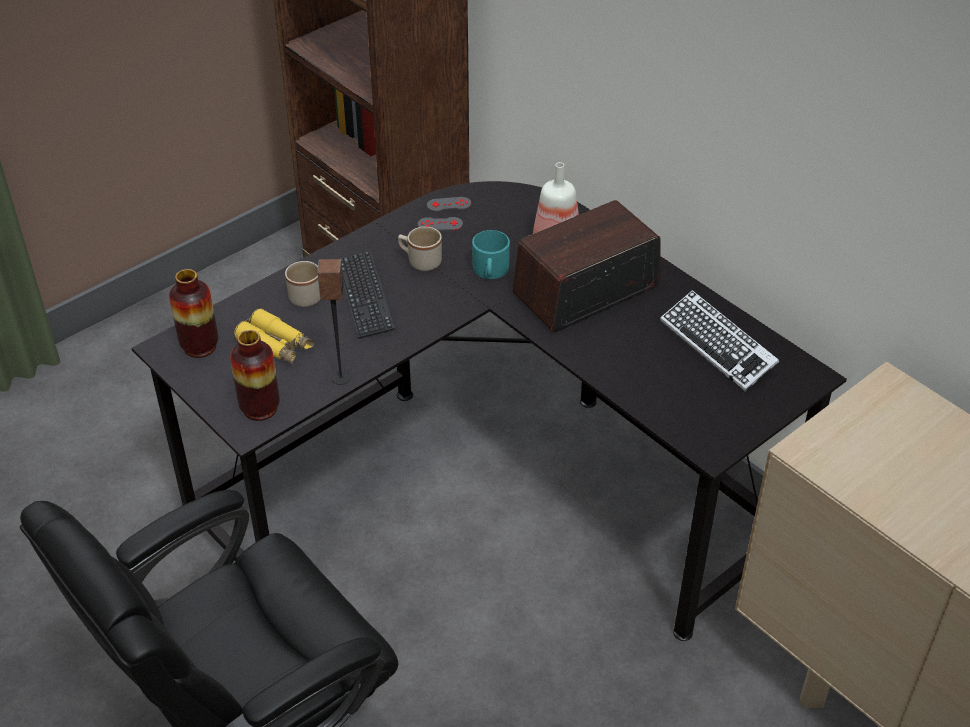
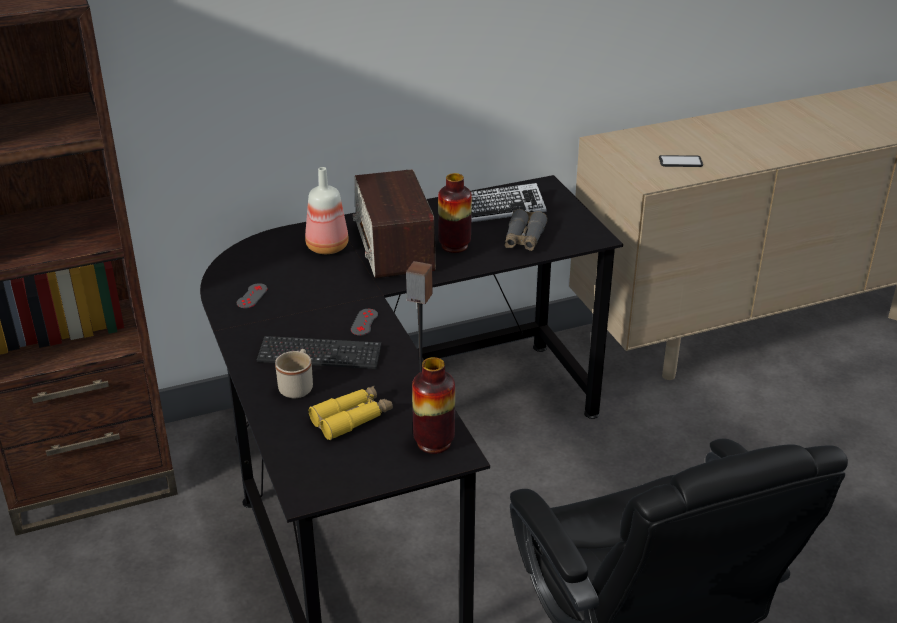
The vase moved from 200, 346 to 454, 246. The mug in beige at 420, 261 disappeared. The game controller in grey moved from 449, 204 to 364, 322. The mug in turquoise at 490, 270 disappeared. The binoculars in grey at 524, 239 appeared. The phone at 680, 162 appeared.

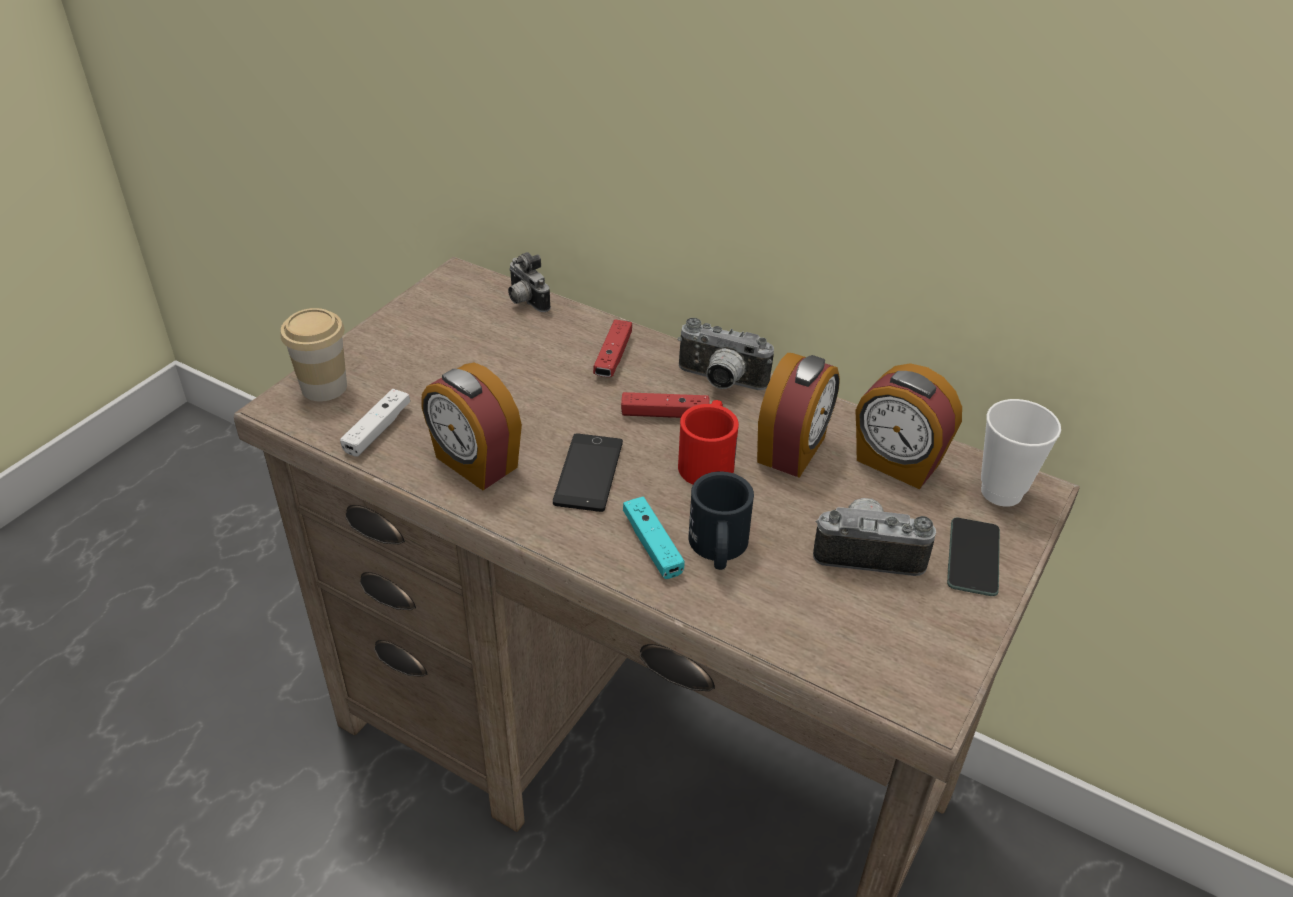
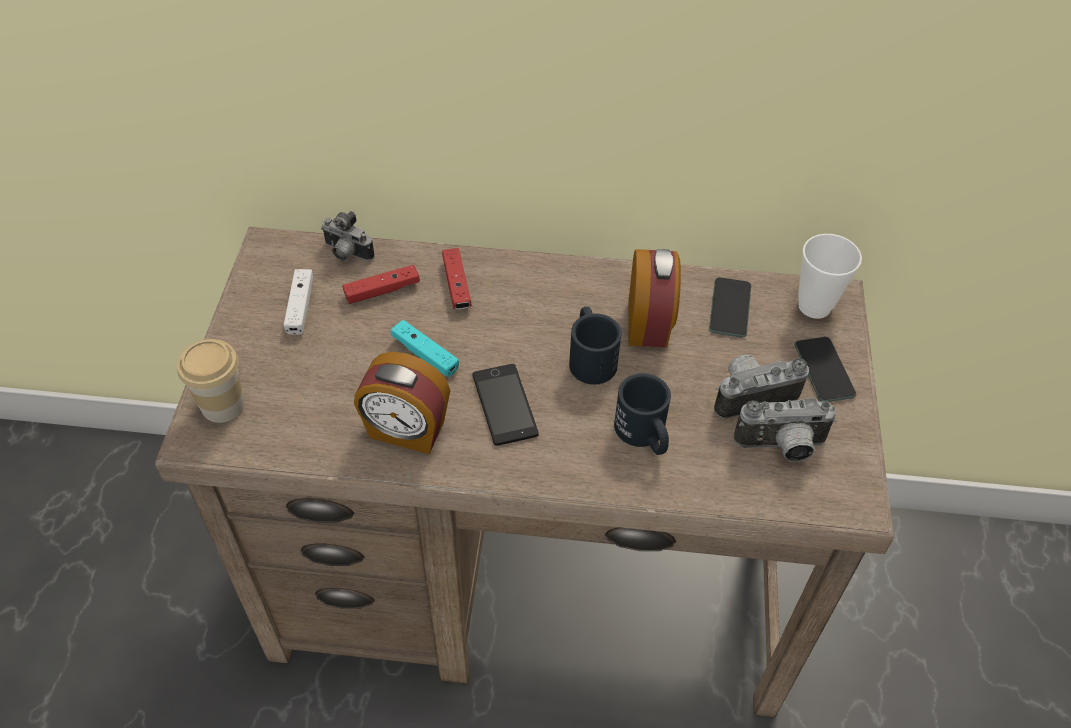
The game controller in white moved from 377, 430 to 300, 307. The game controller in red moved from 664, 413 to 382, 290. The game controller in turquoise moved from 652, 545 to 425, 354. The photo camera moved from 720, 382 to 782, 448. The mug in red at 708, 459 became the mug in black at 590, 357. The alarm clock at 897, 463 was replaced by the phone at 730, 308.

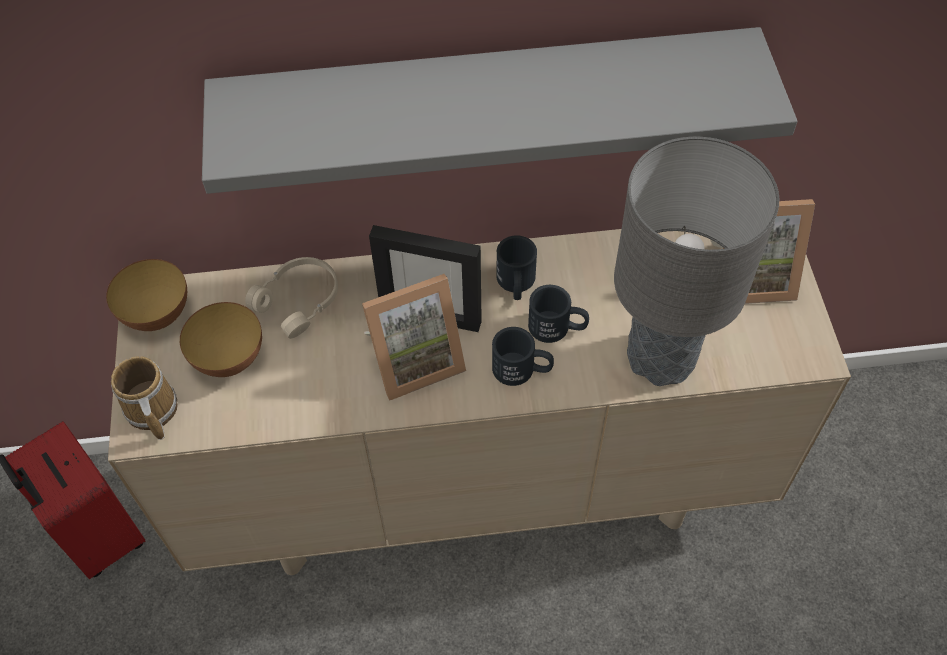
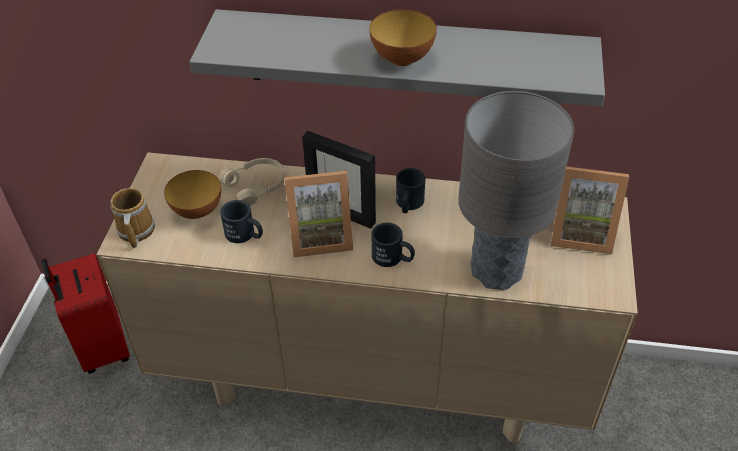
The bowl moved from 157, 315 to 402, 59. The mug in black moved from 557, 327 to 245, 235.

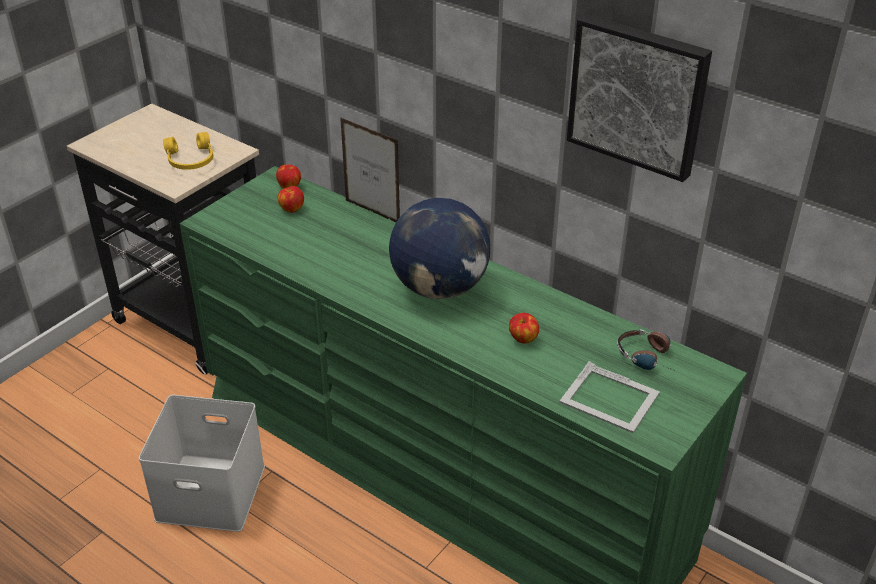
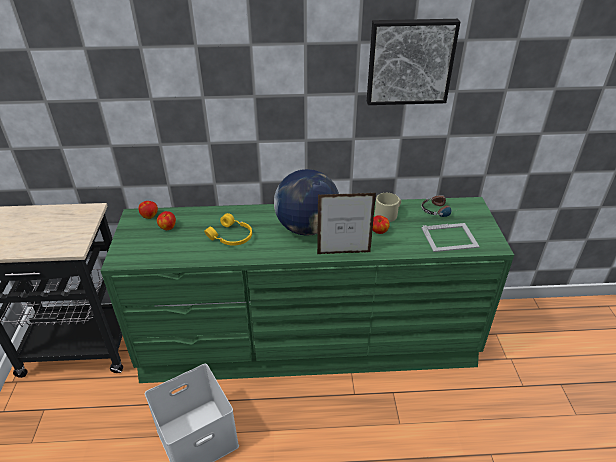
The headphones in yellow moved from 190, 160 to 231, 237. The picture frame moved from 372, 212 to 344, 253. The mug in beige at 388, 214 appeared.

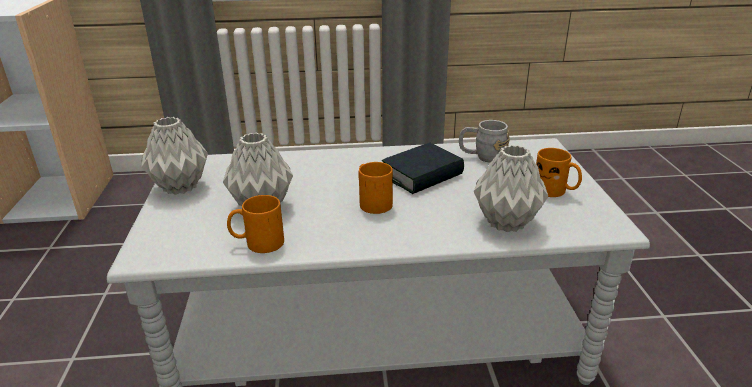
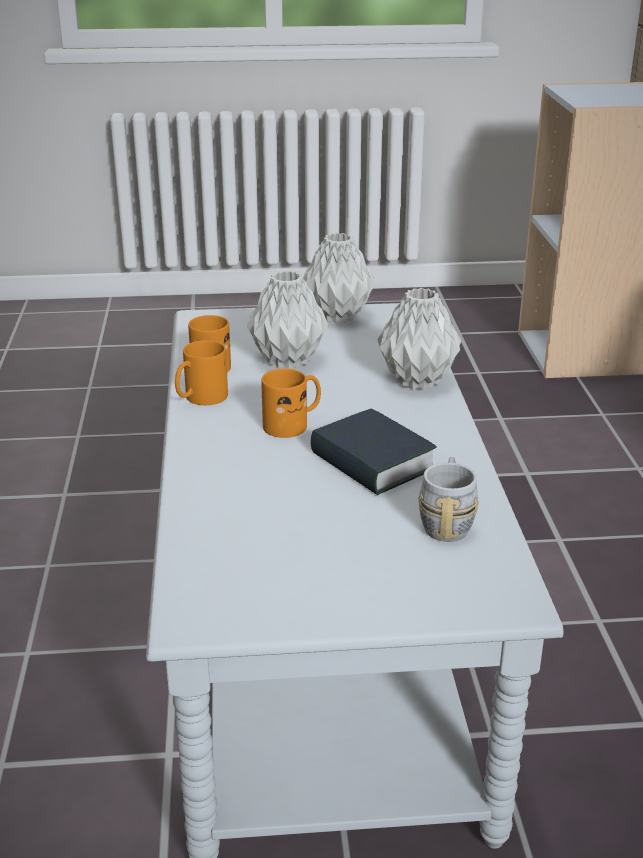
The vase in grey moved from 505, 223 to 416, 380. The mug in orange moved from 555, 191 to 200, 399.

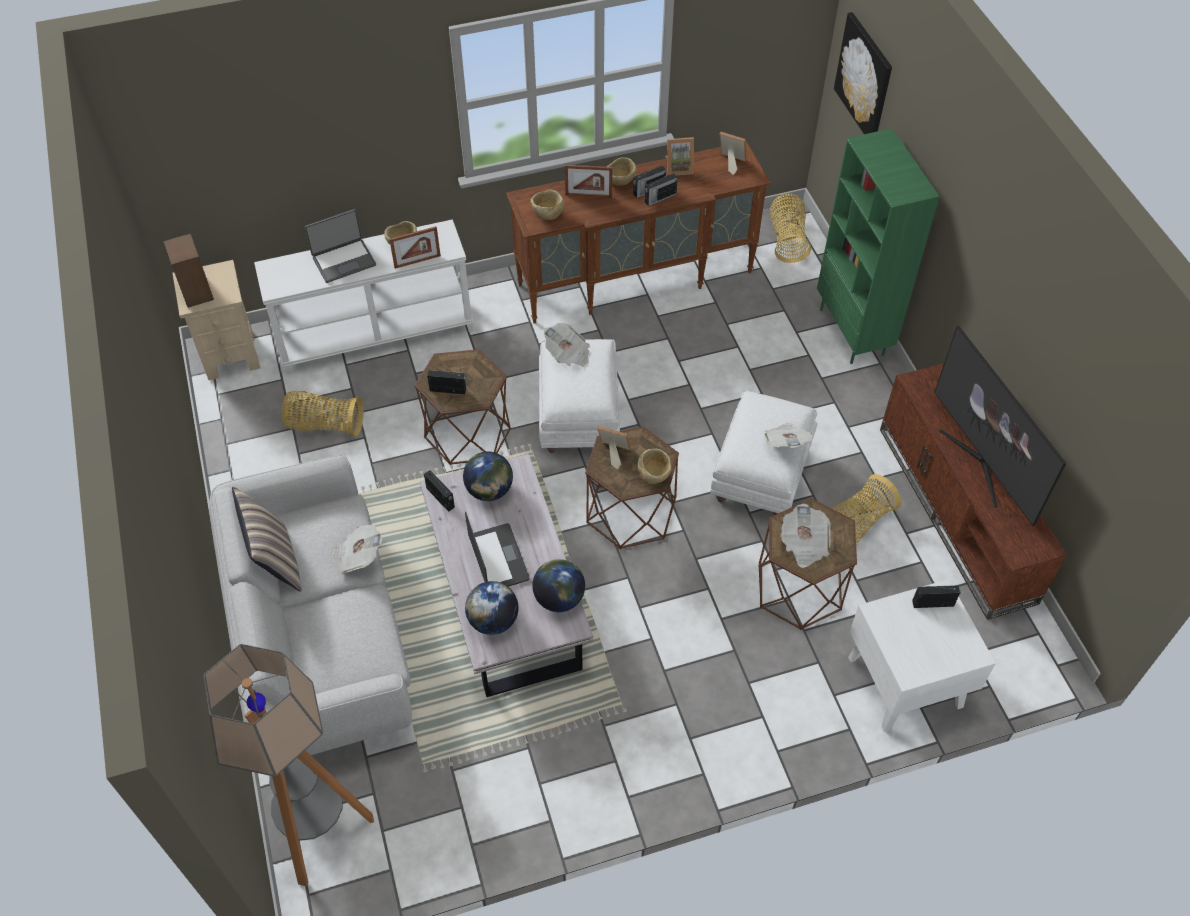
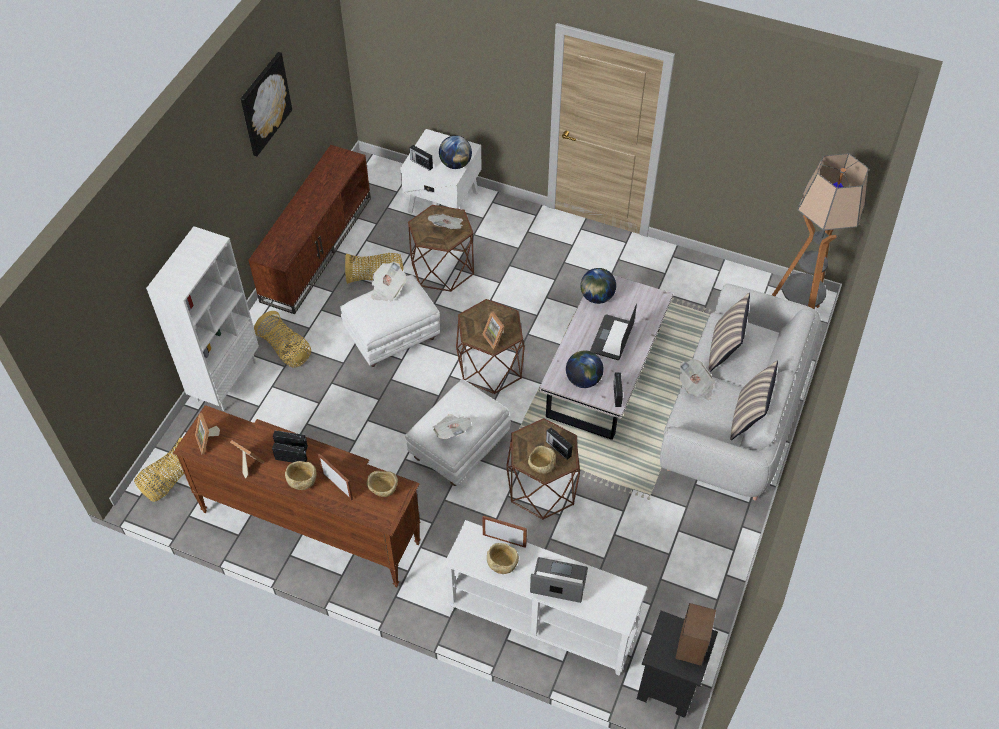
The nightstand in beige at 231, 356 became the nightstand in black at 668, 684. The basket moved from 324, 425 to 286, 350. The globe moved from 493, 620 to 455, 164. The bowl in beige moved from 654, 476 to 541, 466. The bookcase in green at 853, 332 became the bookcase in white at 226, 380. The picture moved from 864, 77 to 265, 103. The television at 981, 462 disappeared. The pillow at 724, 350 appeared.

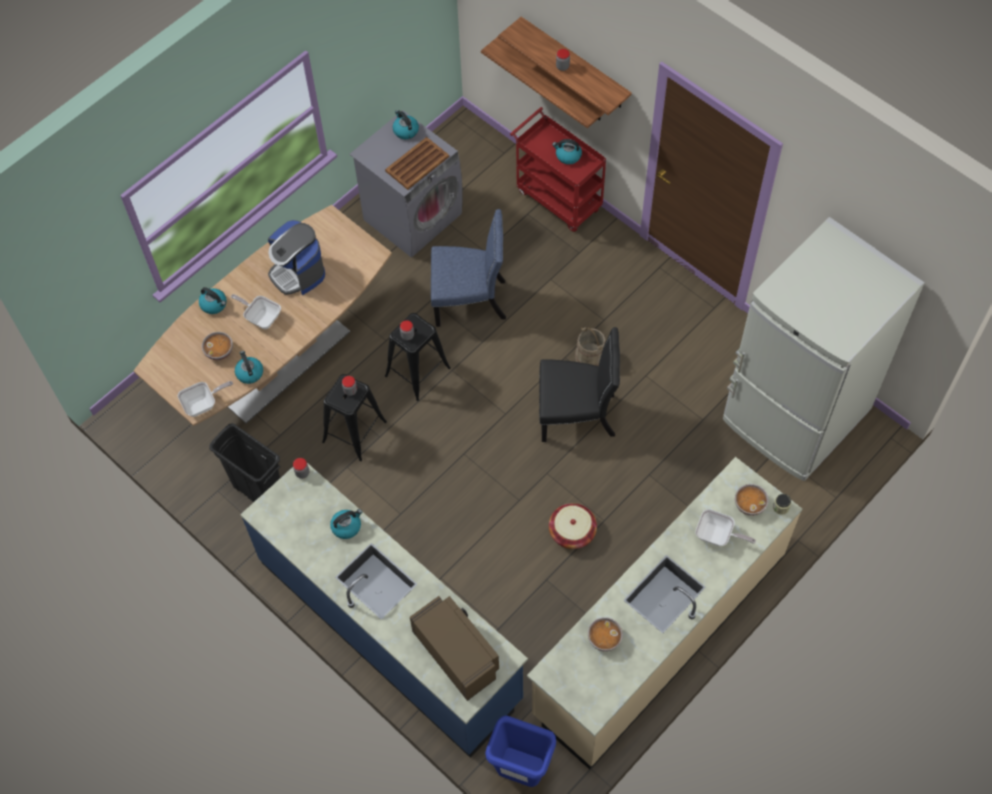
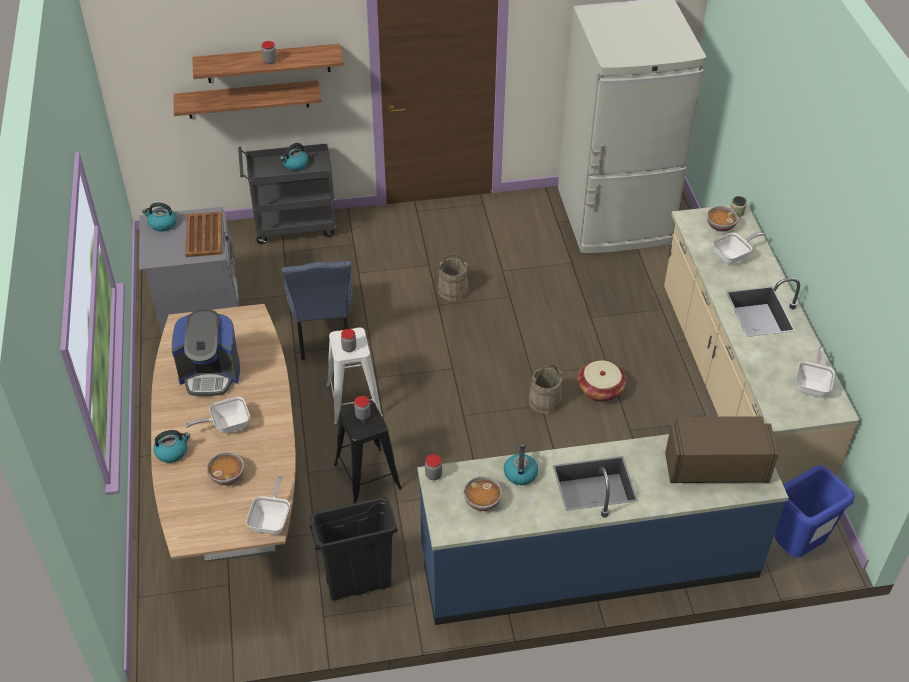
The kettle at 249, 373 disappeared. The stool in black at 418, 371 became the stool in white at 354, 400. The chair in blue at 468, 301 turned 135 degrees clockwise. The cart in red at 556, 201 became the cart in grey at 293, 230. The chair in black at 576, 415 disappeared. The bowl moved from 604, 639 to 482, 501. The bucket in beige at 544, 401 appeared. The frying pan at 812, 385 appeared.

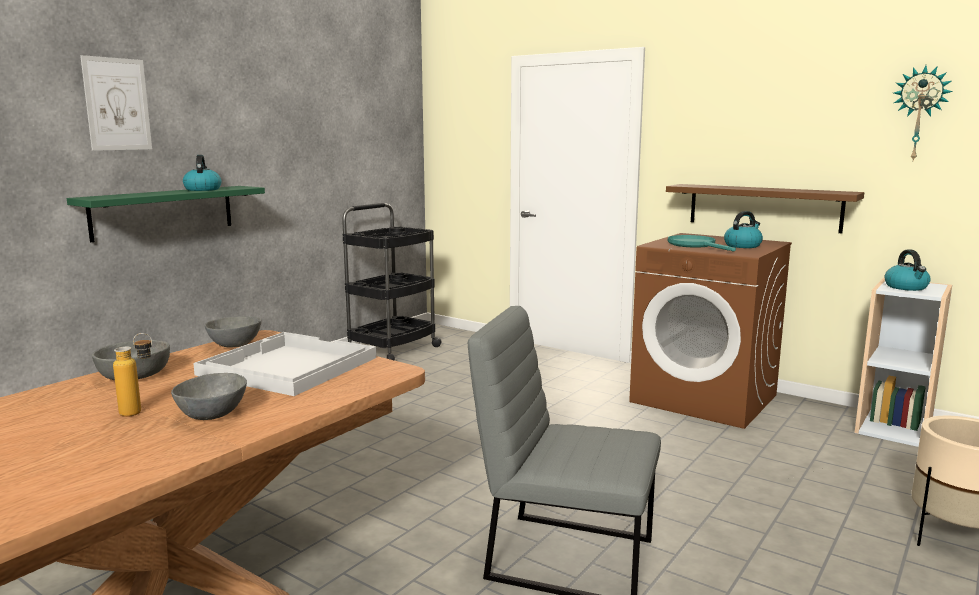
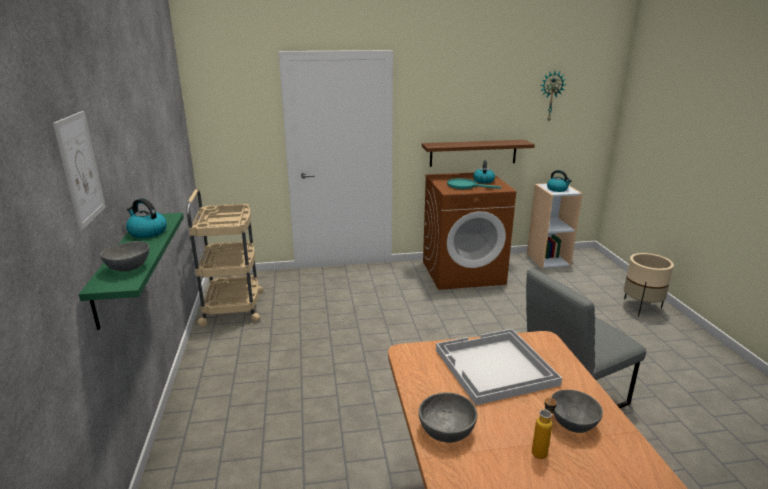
The bowl in grey moved from 235, 345 to 130, 268. The cart in black at 393, 349 became the cart in beige at 233, 308.

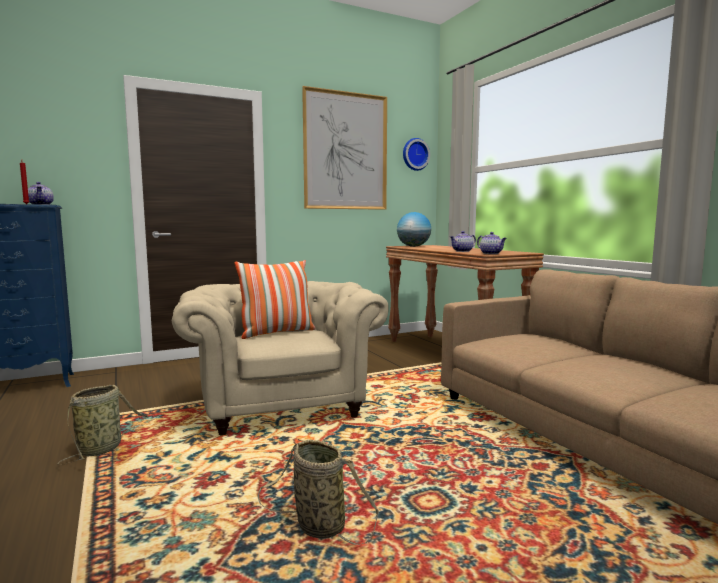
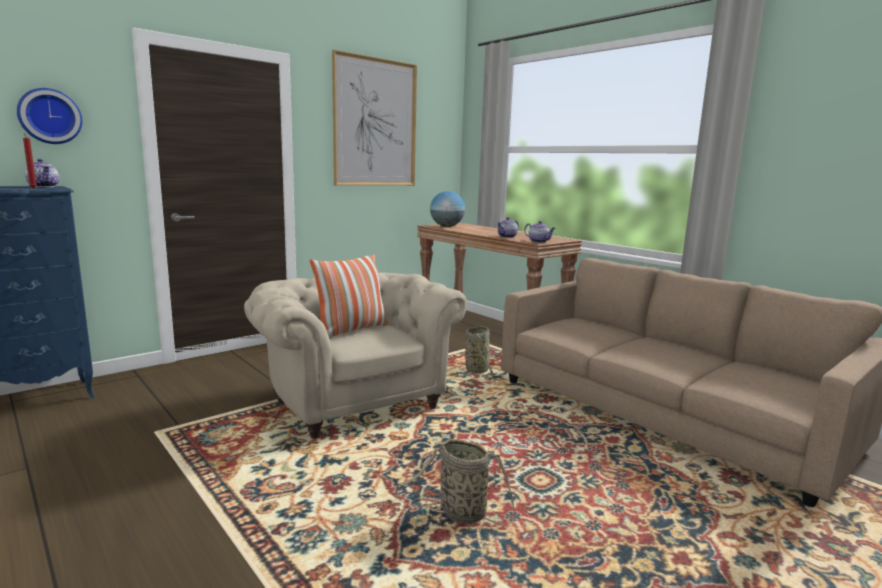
The basket moved from 102, 448 to 477, 369. The wall clock moved from 414, 154 to 49, 116.

